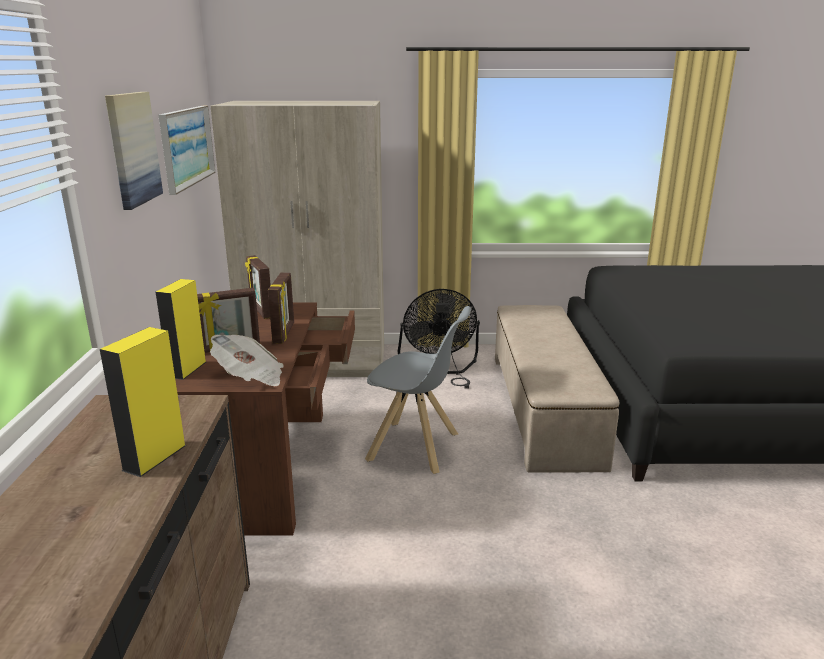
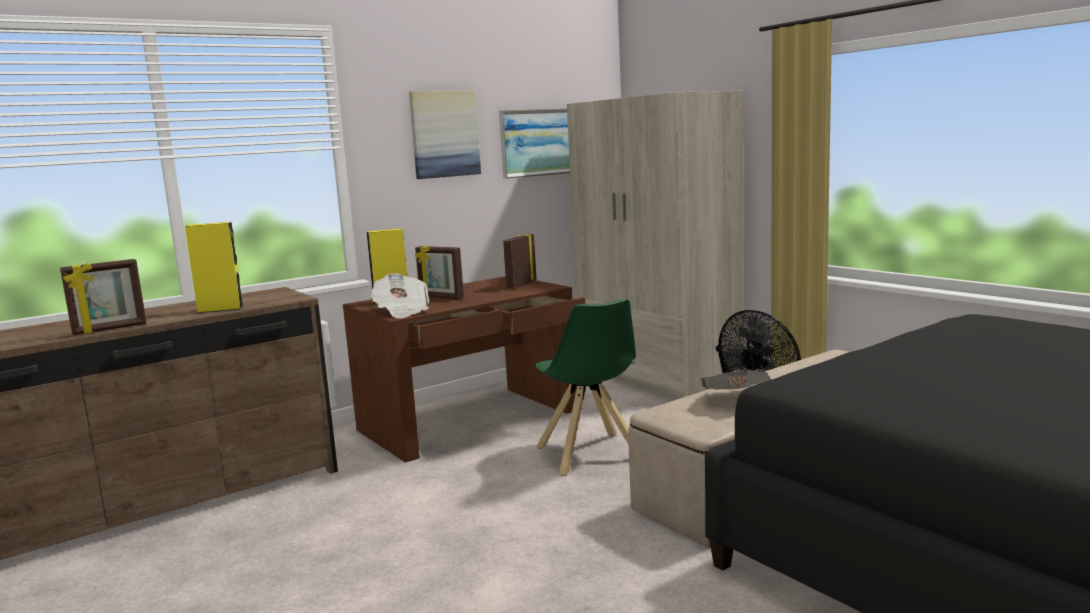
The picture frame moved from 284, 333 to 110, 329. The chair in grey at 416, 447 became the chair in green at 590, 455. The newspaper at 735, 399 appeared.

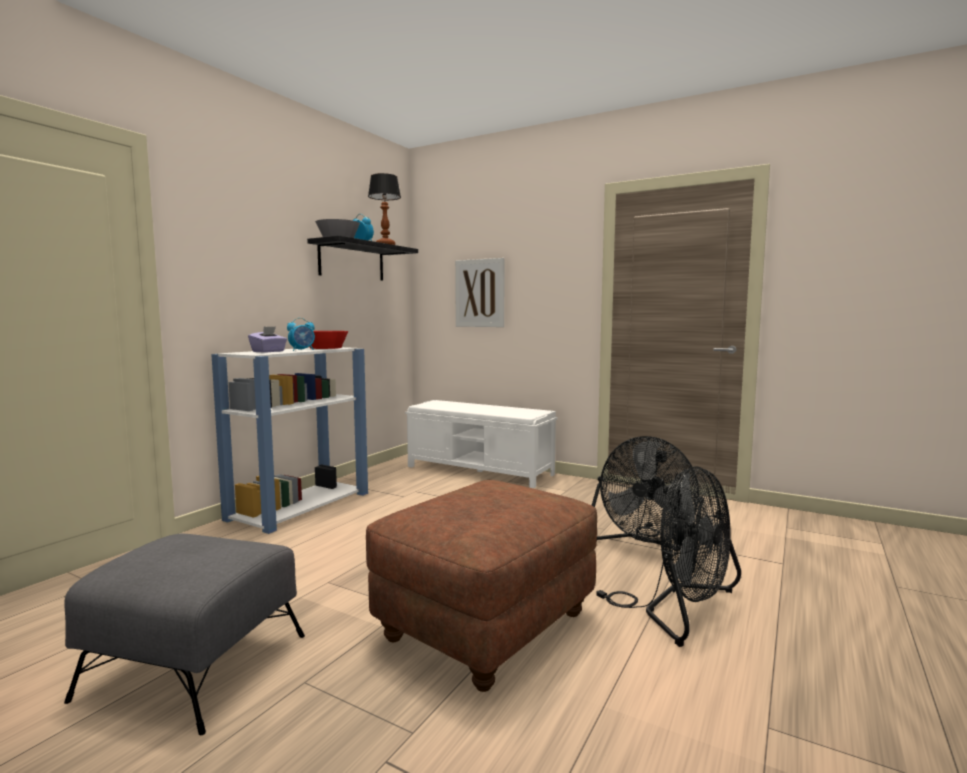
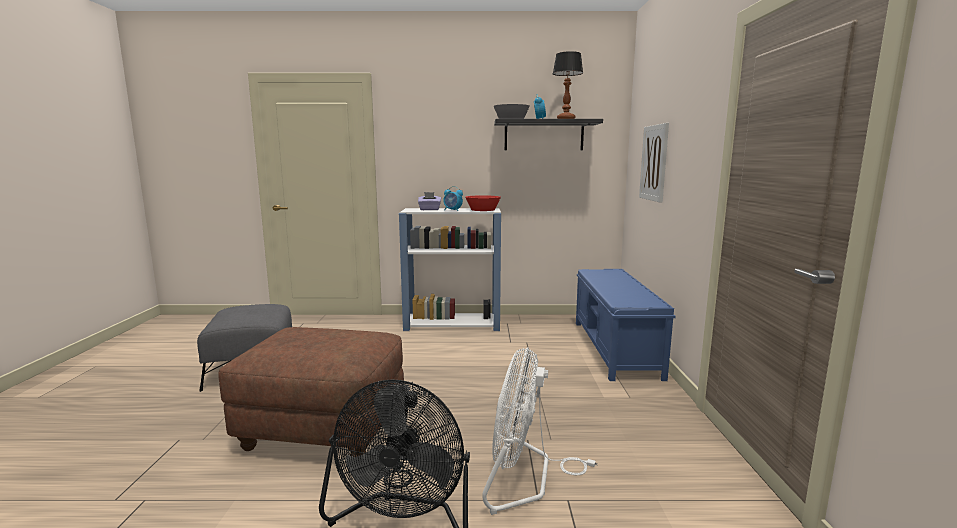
The bench in white at 480, 471 became the bench in blue at 615, 348. The fan in black at 645, 548 became the fan in white at 527, 472.

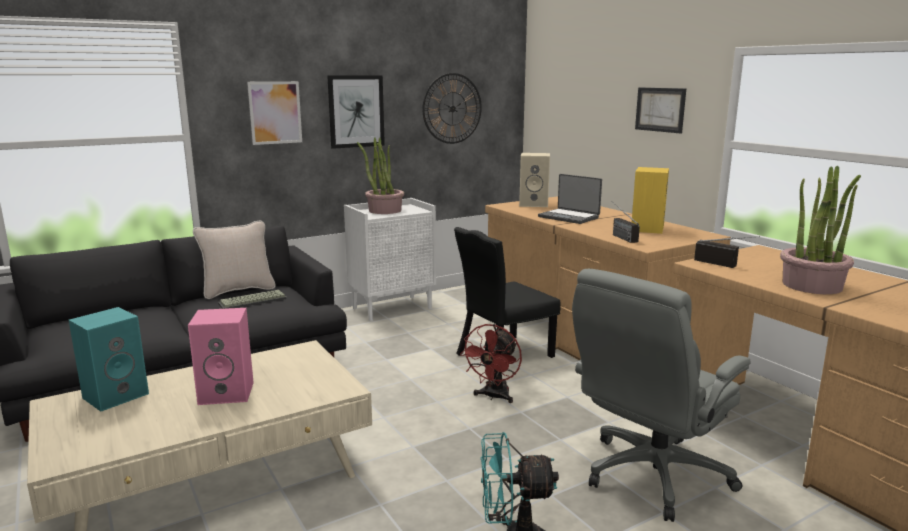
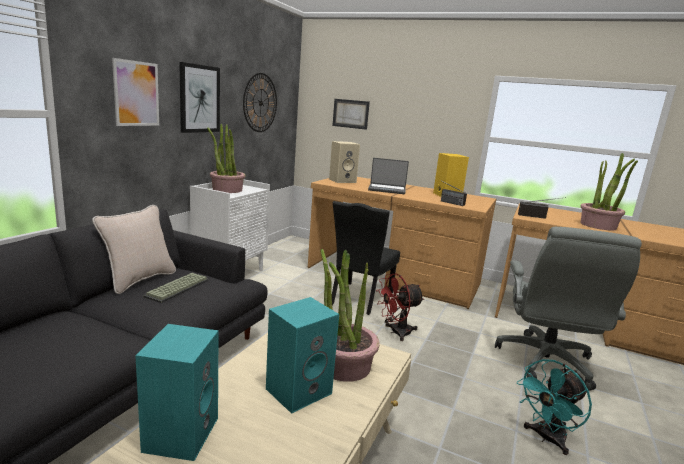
The speaker in pink at 228, 392 became the speaker in turquoise at 299, 390. The fan in red at 494, 397 turned 75 degrees clockwise. The picture moved from 660, 109 to 350, 114. The potted plant at 343, 365 appeared.

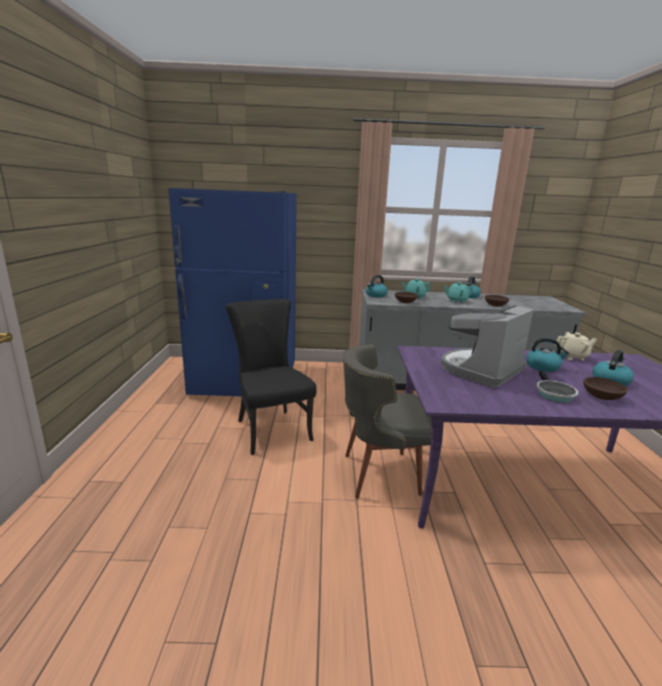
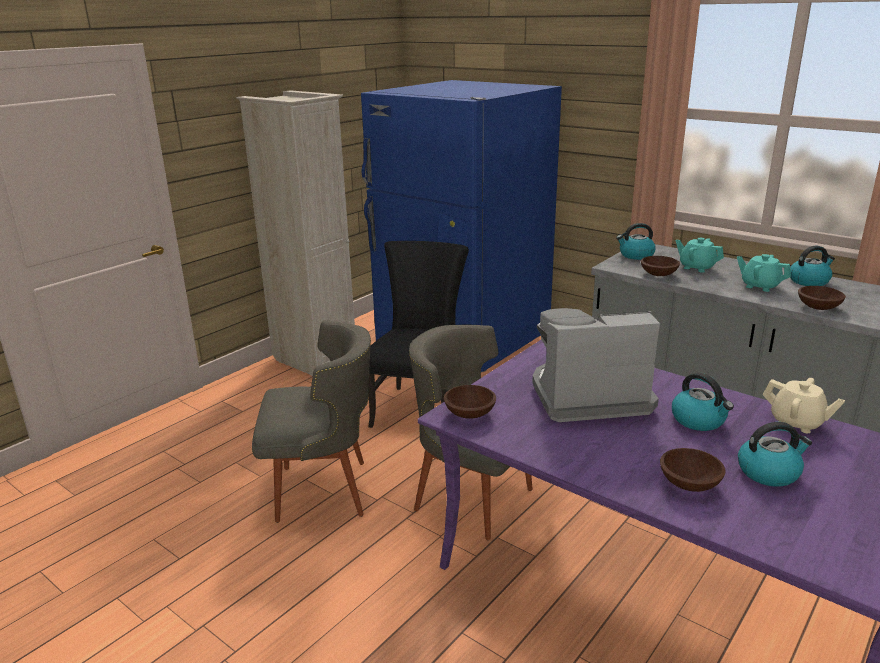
The frying pan at 553, 394 disappeared. The cabinet in beige at 316, 358 appeared. The chair in grey at 321, 491 appeared. The bowl in brown at 470, 413 appeared.

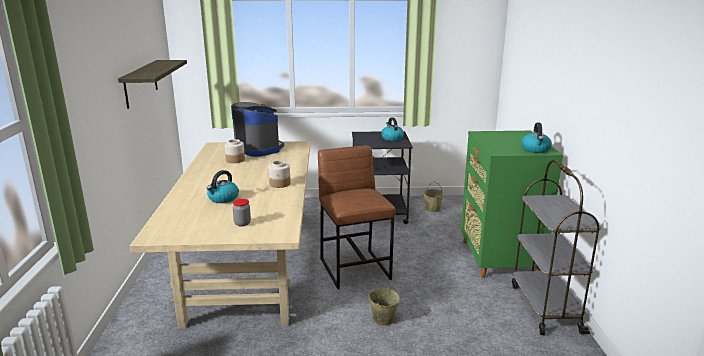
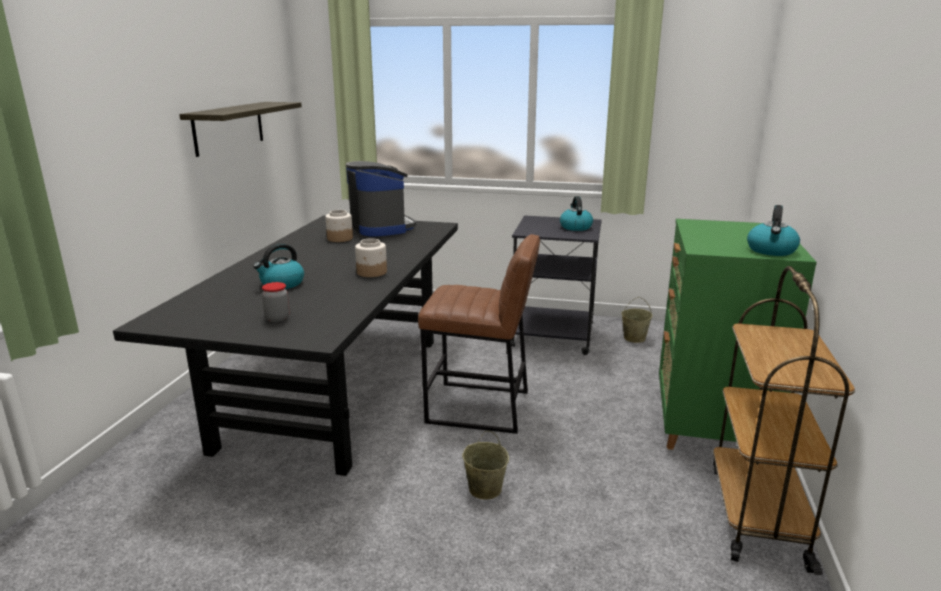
The dining table in beige at 249, 270 became the dining table in black at 336, 391. The chair in brown at 354, 268 turned 105 degrees clockwise. The cart in grey at 545, 307 became the cart in brown at 758, 514.

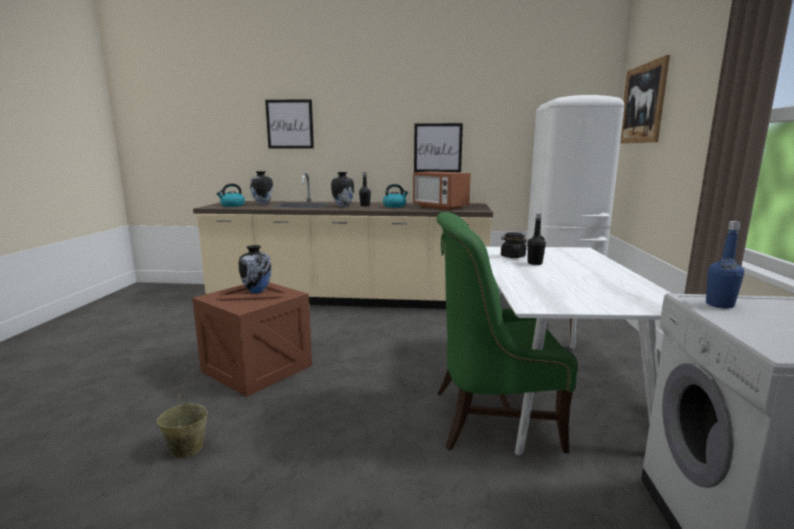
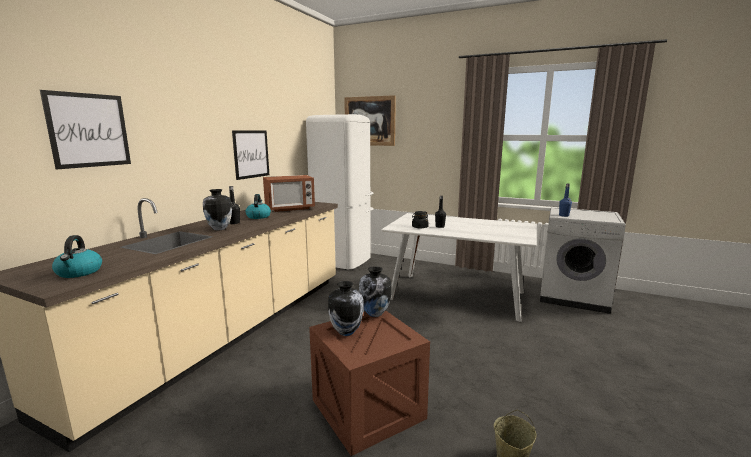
The vase moved from 262, 204 to 375, 314. The chair in green at 492, 418 disappeared.

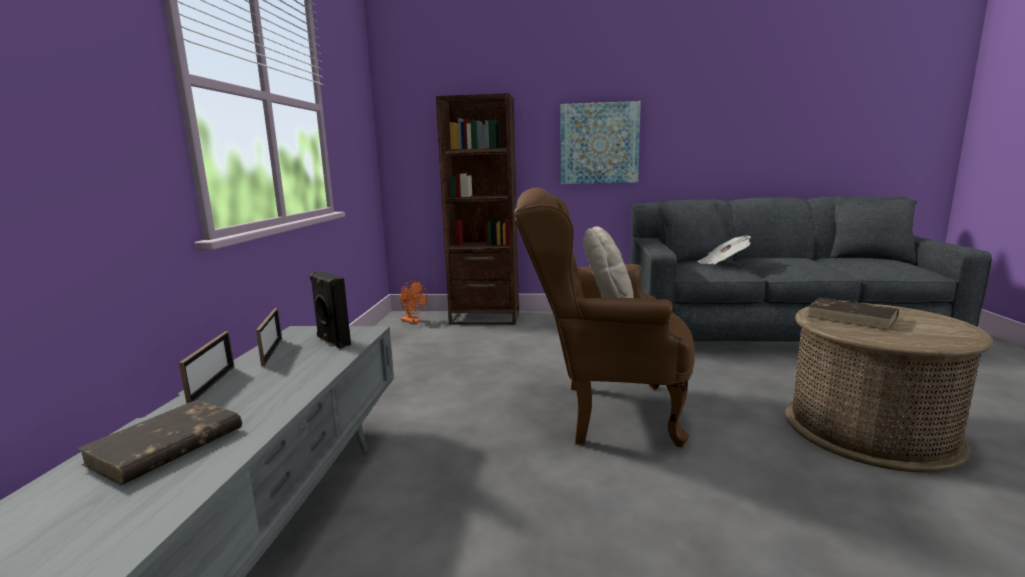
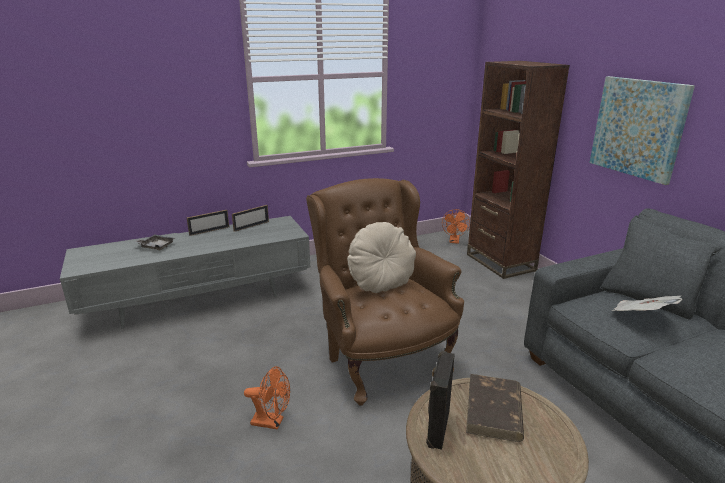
The book in brown at 165, 446 was replaced by the tray in grey at 156, 246. The speaker in black moved from 332, 341 to 437, 428. The fan in orange at 272, 422 appeared.

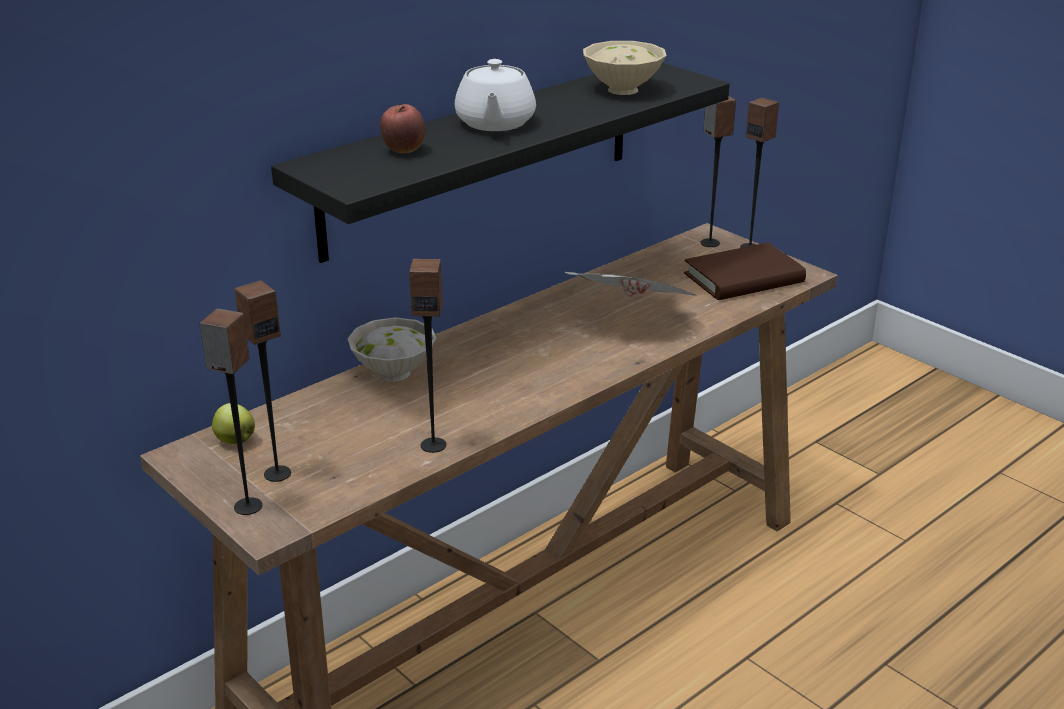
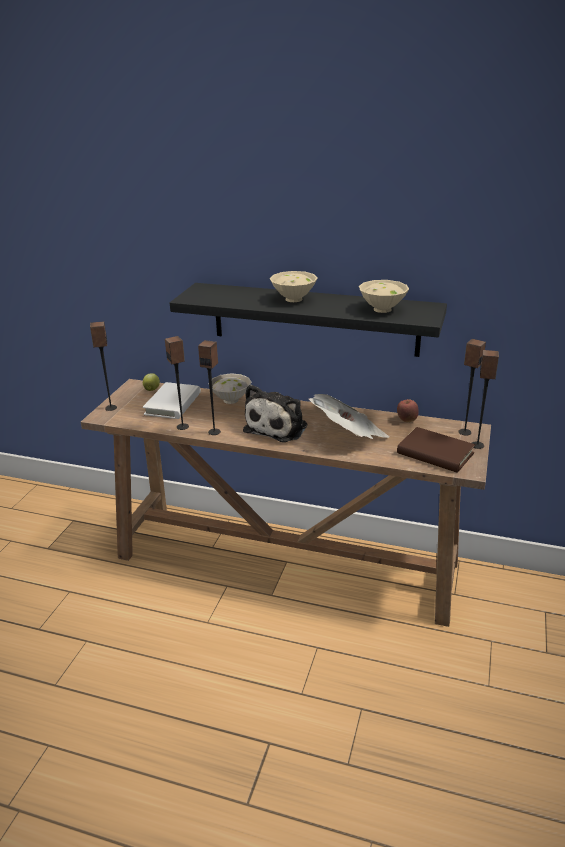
The speaker moved from 277, 473 to 214, 432. The apple moved from 404, 151 to 406, 420. The teapot in white at 494, 123 was replaced by the bowl in beige at 293, 299. The book in white at 173, 404 appeared. The plush toy at 278, 427 appeared.

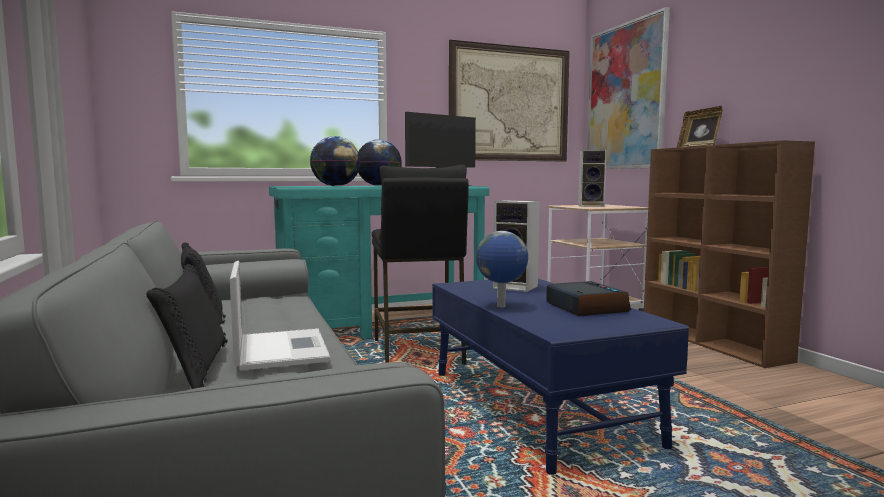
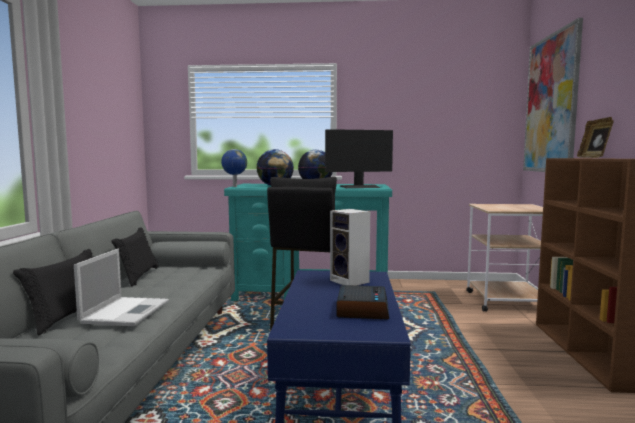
The picture at 510, 104 disappeared. The globe moved from 501, 306 to 234, 187. The speaker at 592, 206 disappeared.

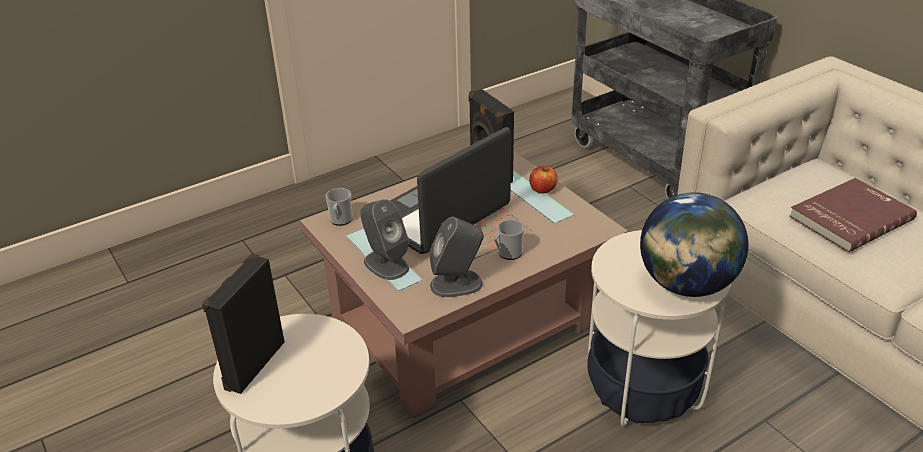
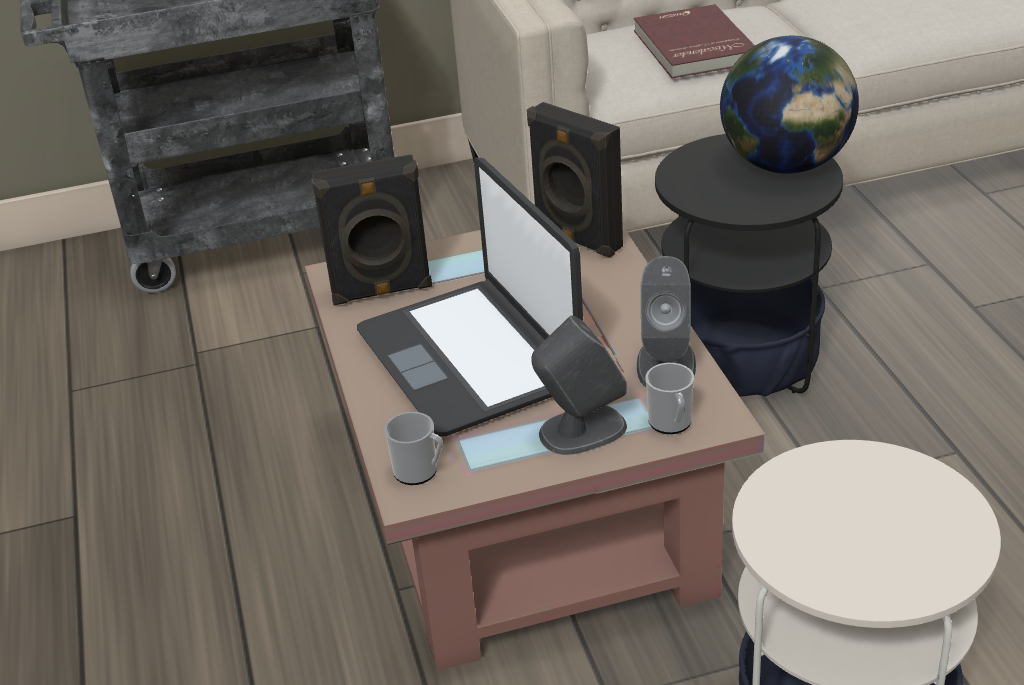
The speaker in black moved from 252, 364 to 576, 239. The mug moved from 507, 253 to 671, 424. The apple at 542, 189 disappeared. The side table in beige at 643, 391 became the side table in black at 742, 364.

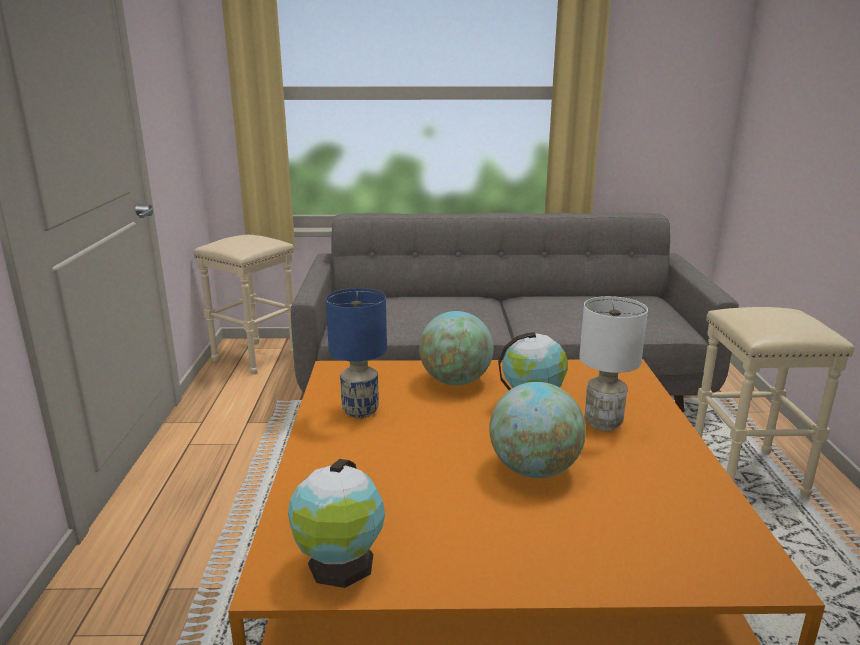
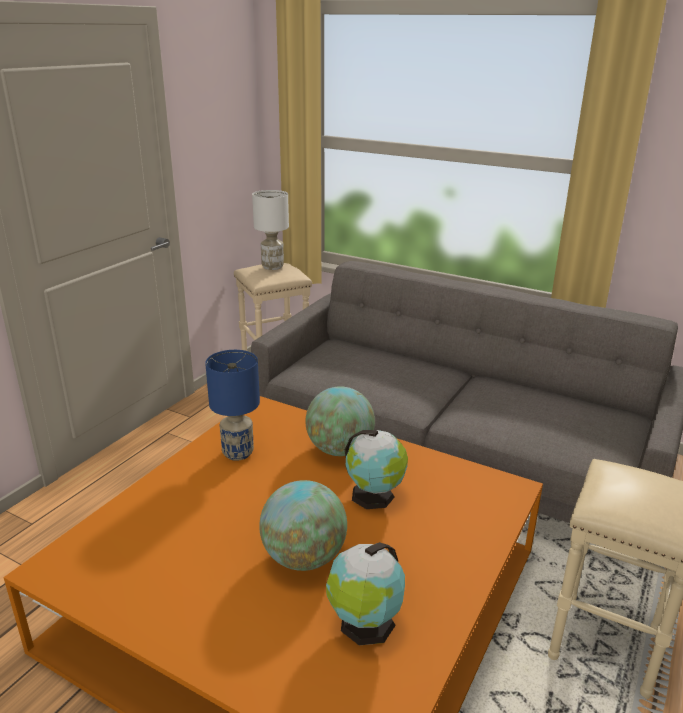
The globe moved from 340, 566 to 365, 625. The table lamp in white moved from 603, 423 to 273, 267.

